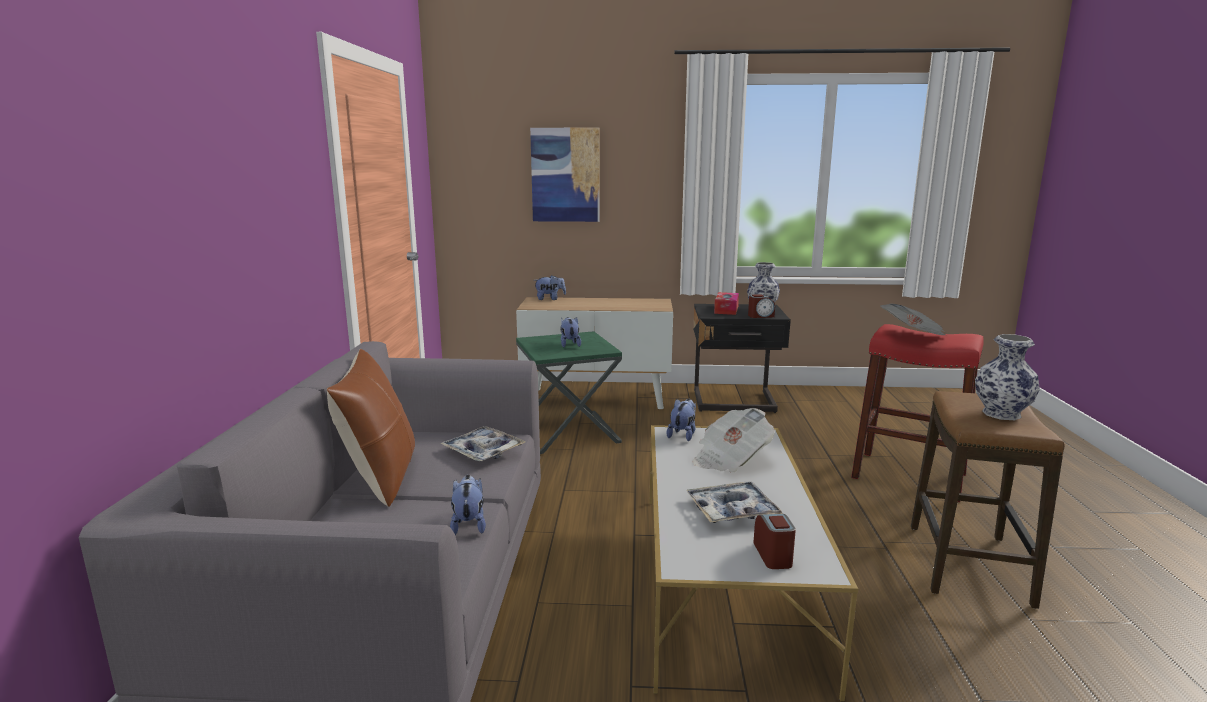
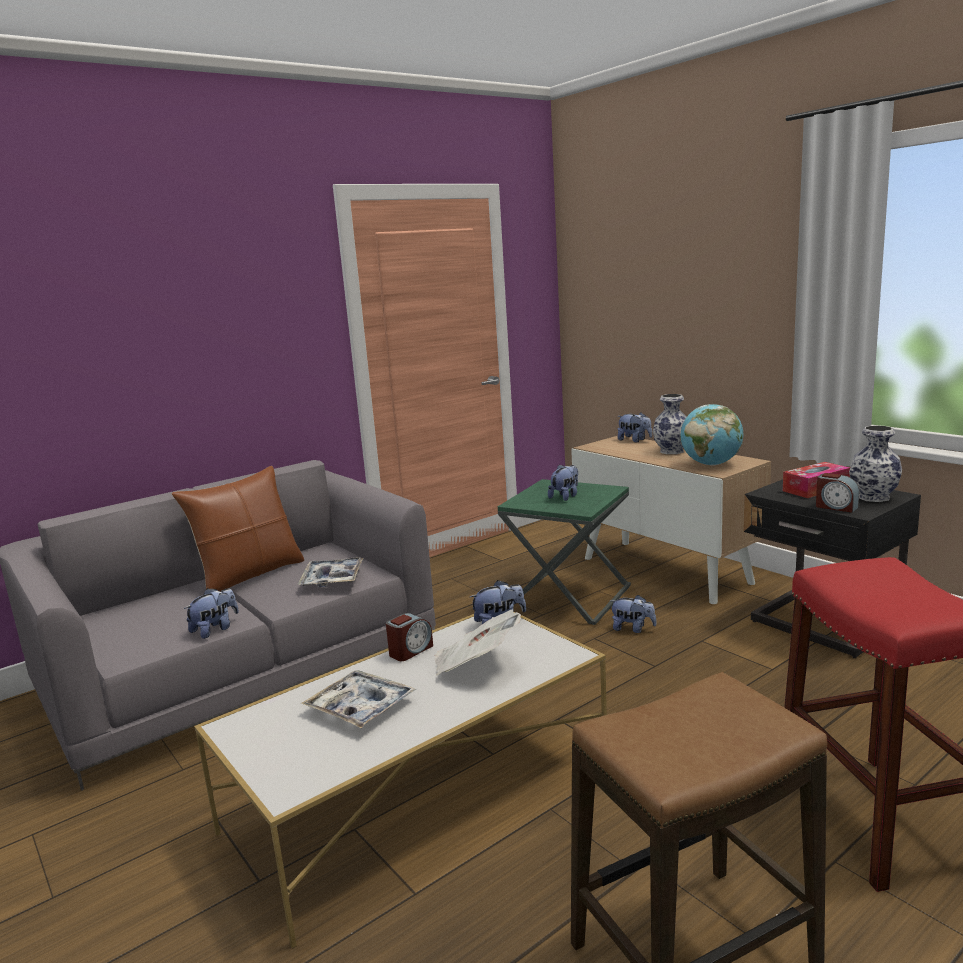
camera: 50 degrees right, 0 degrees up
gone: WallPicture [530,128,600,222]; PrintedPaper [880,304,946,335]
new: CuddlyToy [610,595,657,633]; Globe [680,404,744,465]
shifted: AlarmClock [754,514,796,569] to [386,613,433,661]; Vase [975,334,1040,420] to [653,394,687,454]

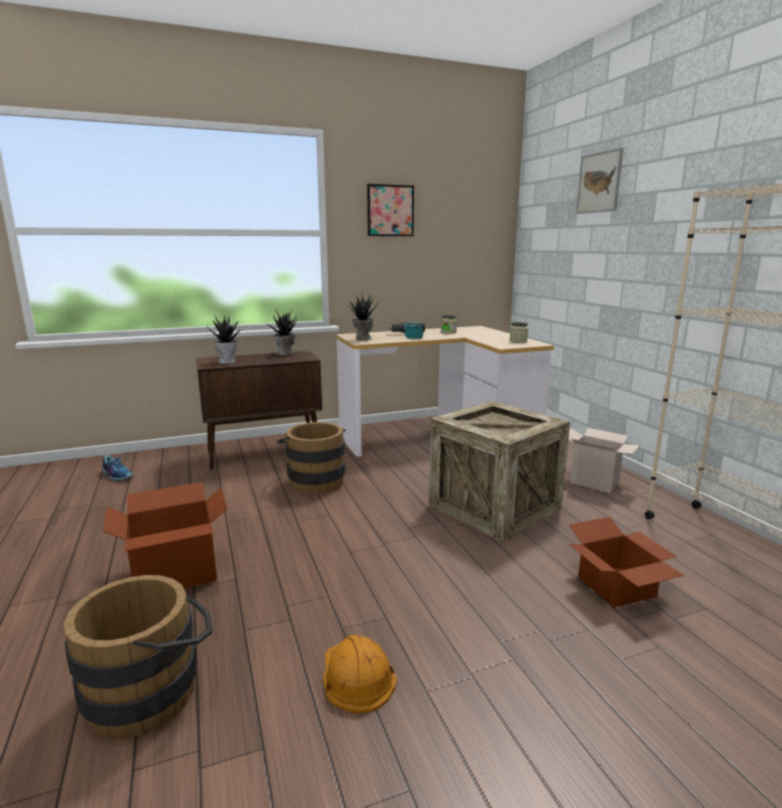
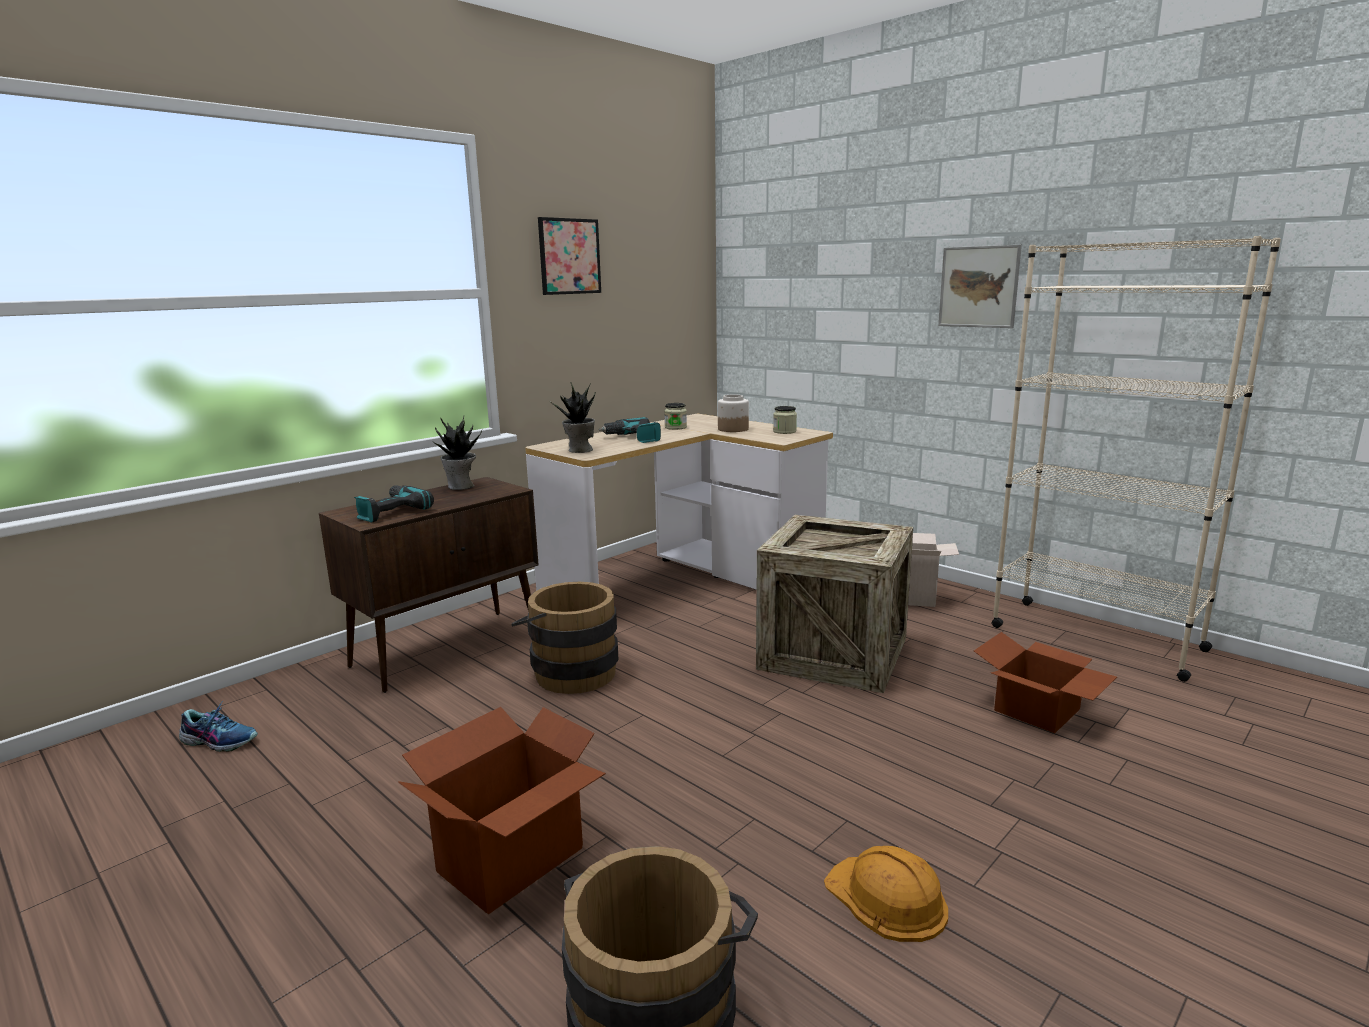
camera: 25 degrees left, 0 degrees up
new: StorageJar [718,394,749,432]
shifted: WallPicture [576,148,624,214] to [938,245,1022,328]
swapped: PlantInAPot [207,314,243,364] to ElectricDrill [354,485,434,523]

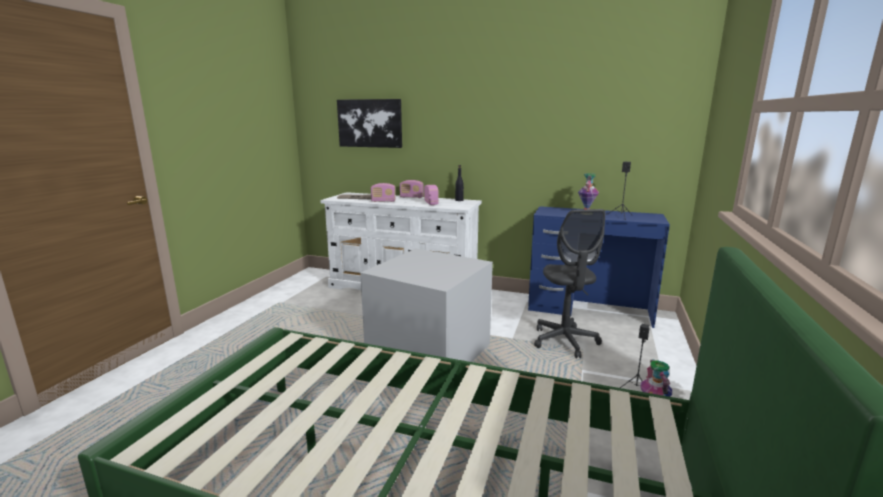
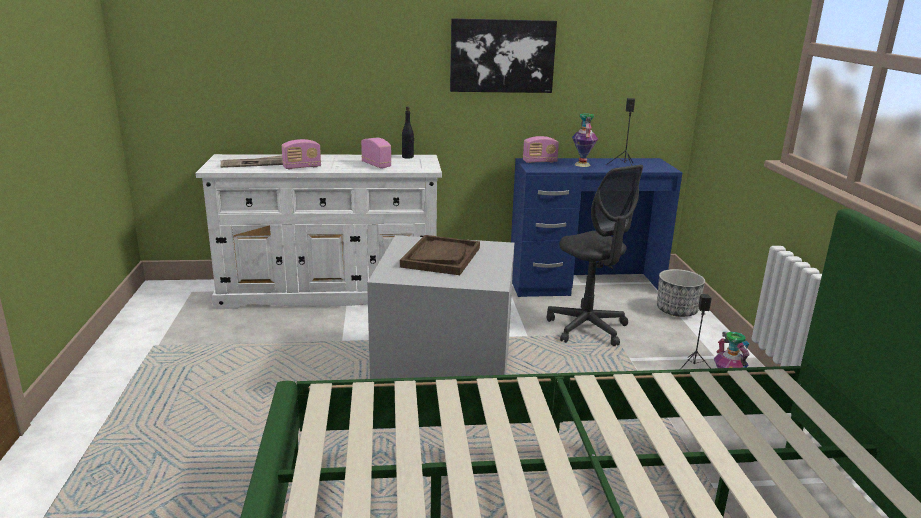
camera: 25 degrees left, 5 degrees up
new: BrownColouredCarryingTray [400,235,480,275]; FlowerPot [657,269,705,317]
shifted: WallPicture [337,99,402,148] to [450,18,557,93]; RadioReceiver [400,180,424,198] to [523,136,559,163]

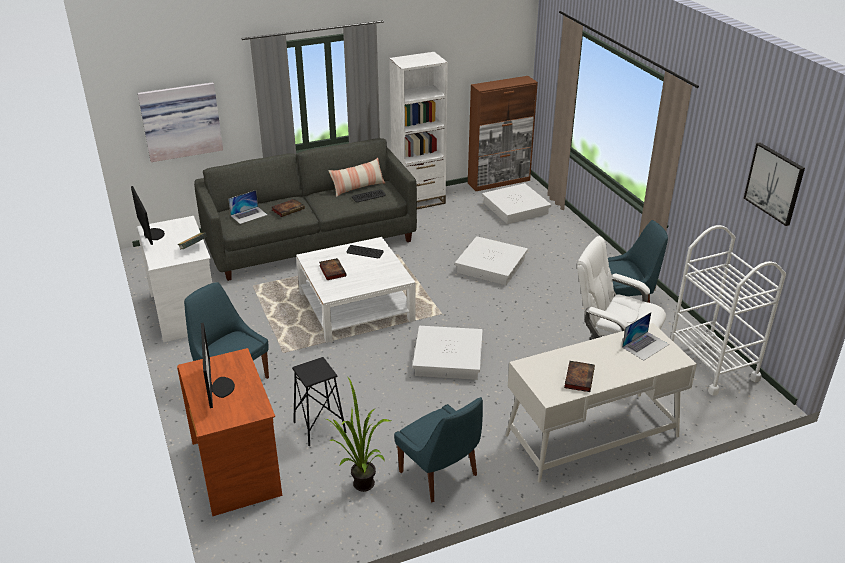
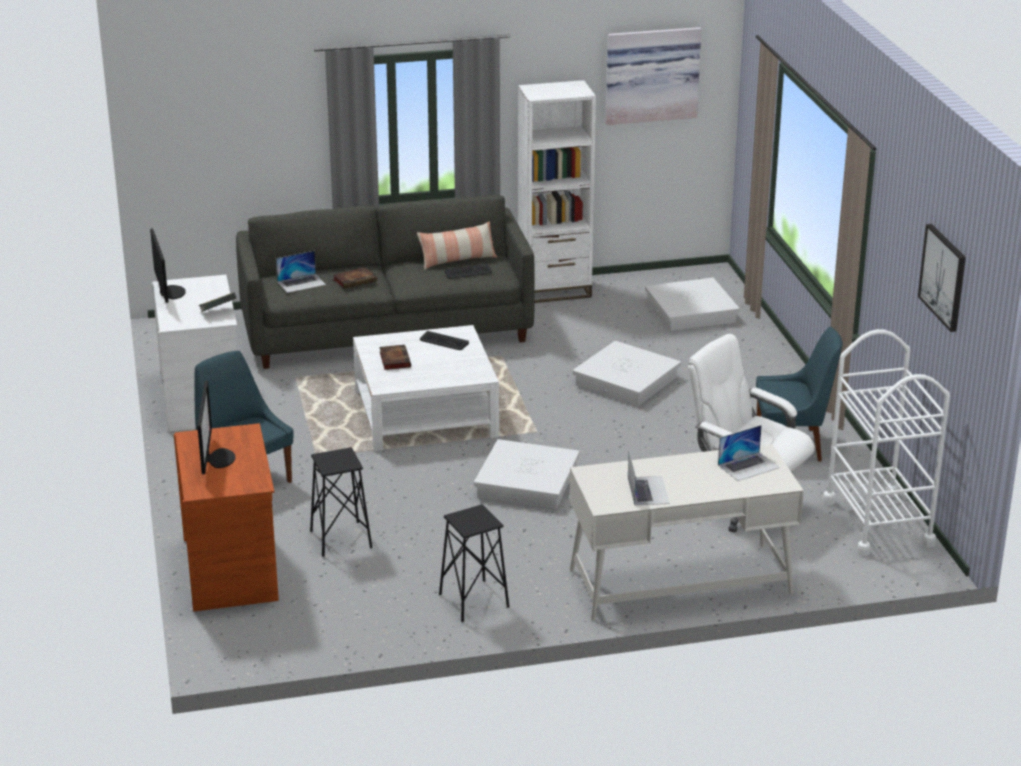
camera: 10 degrees right, 5 degrees down
gone: PlantInAPot [326,376,391,492]; BrownColouredCupboard [468,76,538,191]
shifted: WallPicture [138,82,223,162] to [606,27,701,125]
swapped: BlueChair [394,397,483,502] to BlackStool [439,504,509,622]; Volume [564,361,595,392] to Laptop [628,452,670,505]

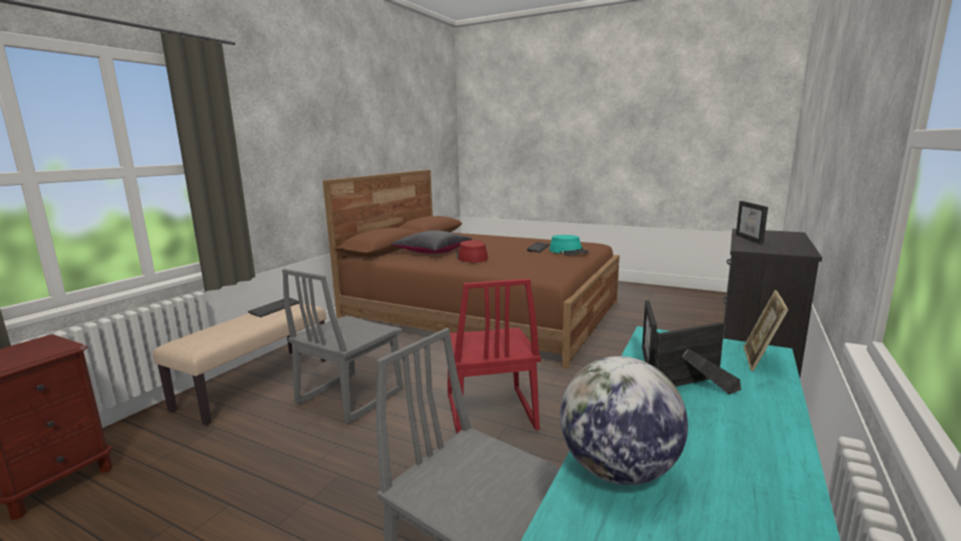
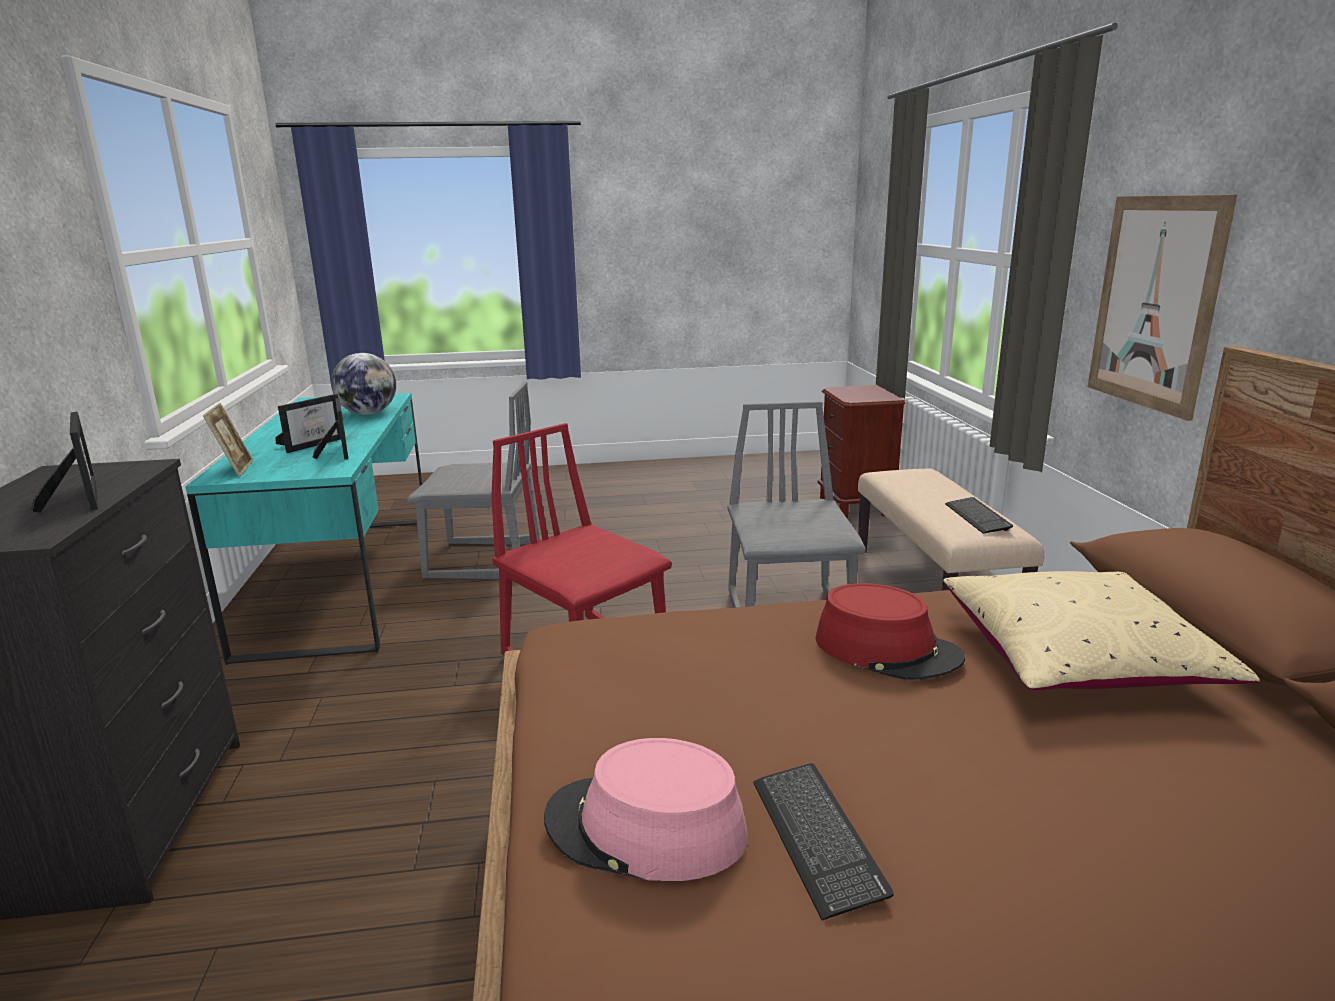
camera: 145 degrees right, 5 degrees up
new: WallPicture [1088,195,1237,421]
repainted: TurquoiseHat [549,235,589,255] to PinkColouredHat [544,738,748,881]; BlackCushion [391,230,472,254] to SandColouredCushion [943,571,1259,690]

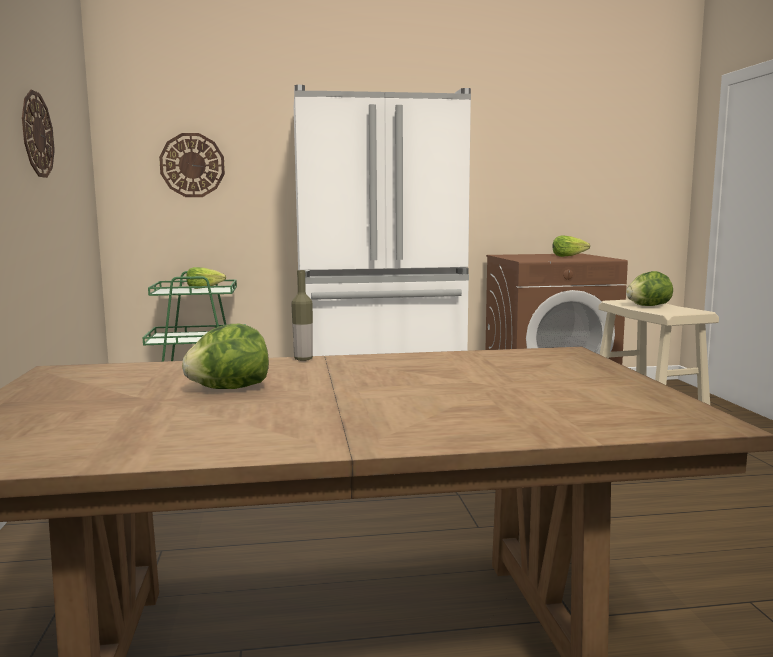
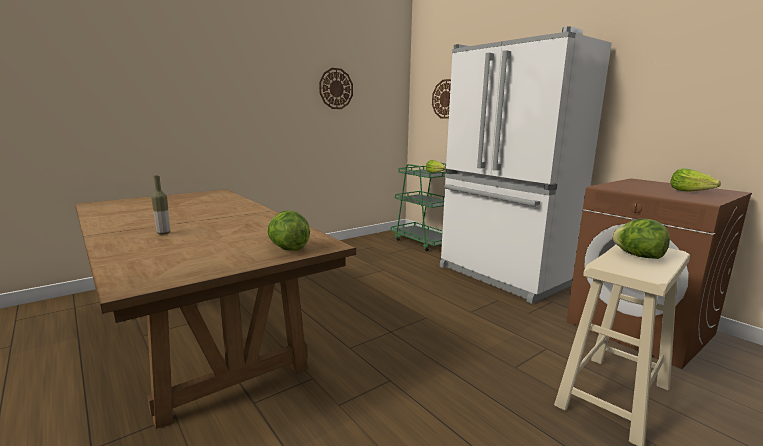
camera: 60 degrees right, 5 degrees up
shifted: BeverageBottle [291,270,313,361] to [151,175,170,235]; LettuceHead [182,324,269,389] to [267,211,310,251]

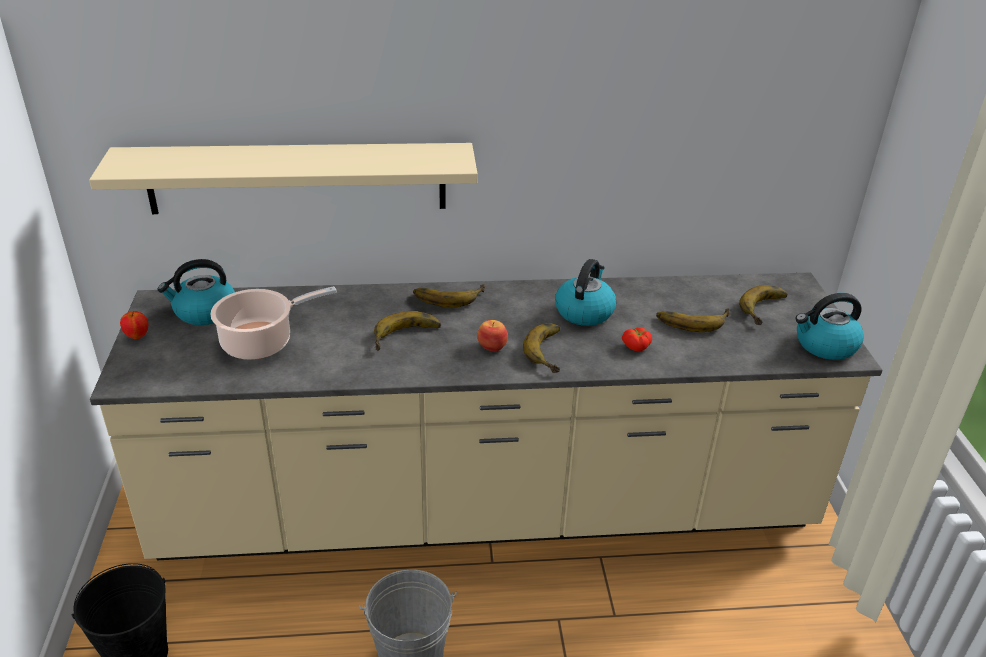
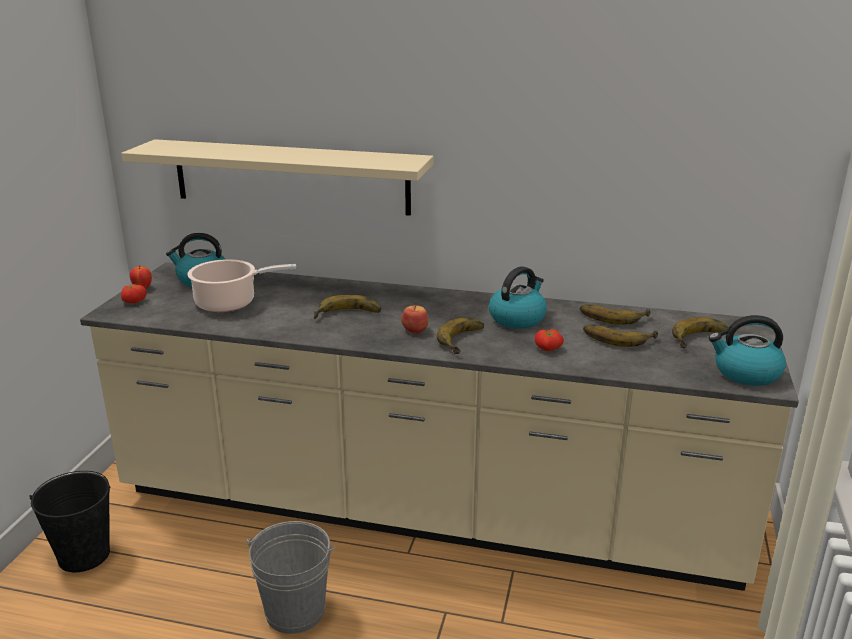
camera: 20 degrees right, 10 degrees down
new: Tomato [121,284,147,303]
shifted: Banana [413,284,485,308] to [580,304,651,325]

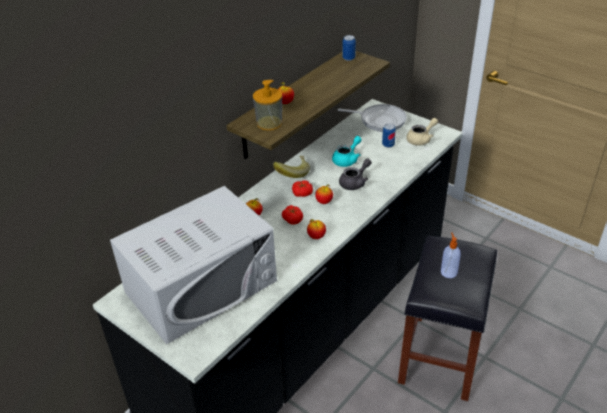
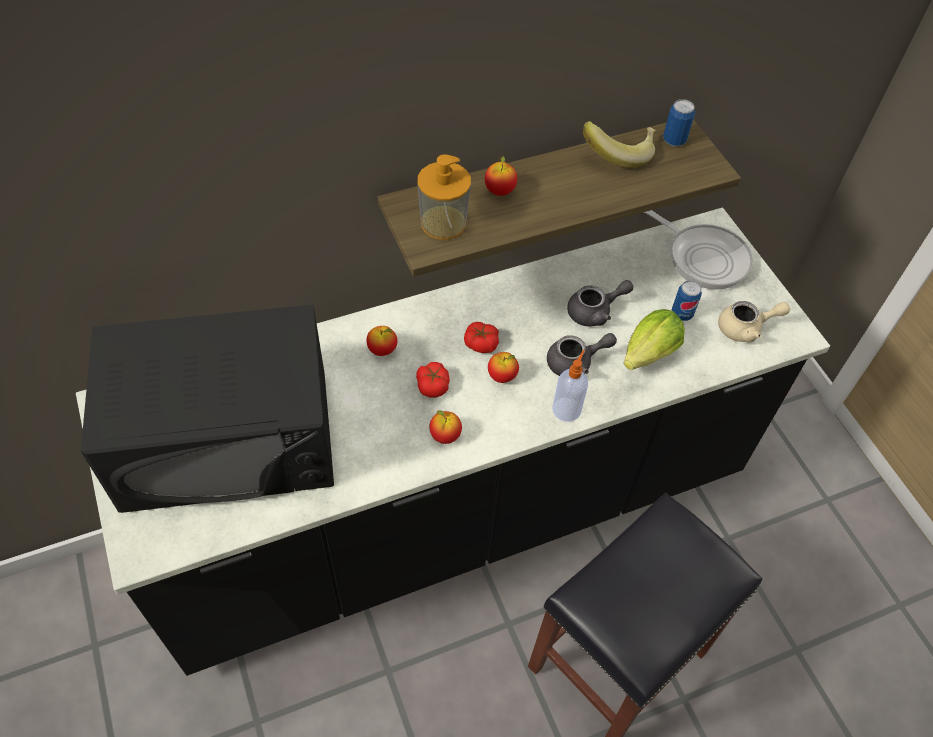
camera: 25 degrees right, 15 degrees up
new: LettuceHead [624,309,685,370]
shifted: SoapDispenser [441,232,461,278] to [552,350,588,422]; Banana [273,156,310,178] to [583,121,656,168]
repainted: WhiteColouredMicrowave [110,186,277,344] to BlackMicrowave [81,305,334,513]; TurquoiseTeapot [332,136,362,167] to GrayTeapot [567,280,633,327]

